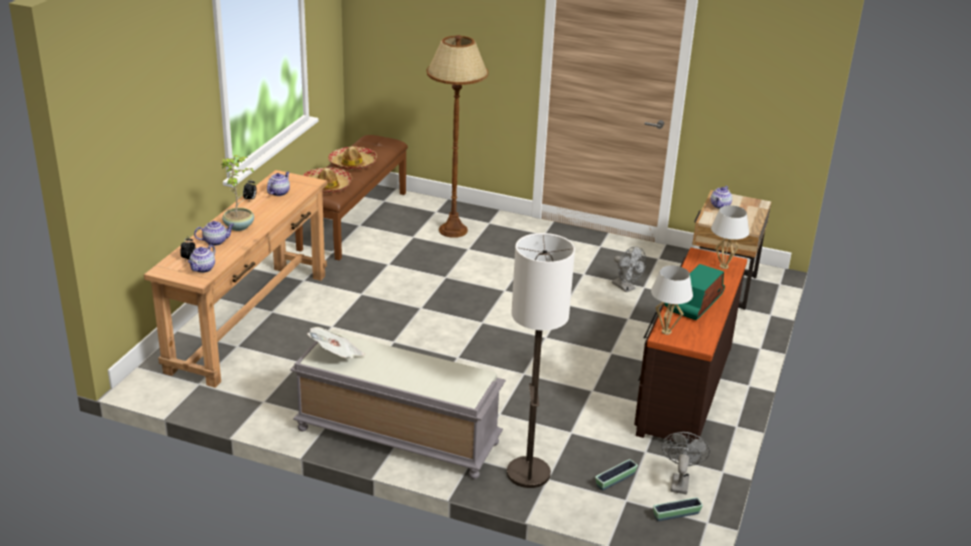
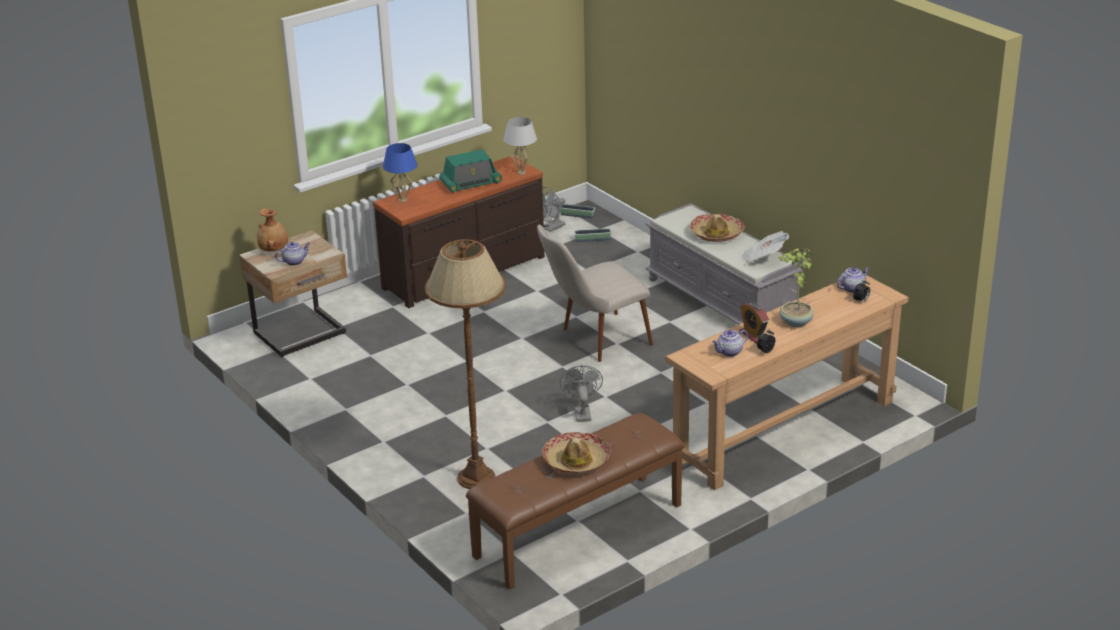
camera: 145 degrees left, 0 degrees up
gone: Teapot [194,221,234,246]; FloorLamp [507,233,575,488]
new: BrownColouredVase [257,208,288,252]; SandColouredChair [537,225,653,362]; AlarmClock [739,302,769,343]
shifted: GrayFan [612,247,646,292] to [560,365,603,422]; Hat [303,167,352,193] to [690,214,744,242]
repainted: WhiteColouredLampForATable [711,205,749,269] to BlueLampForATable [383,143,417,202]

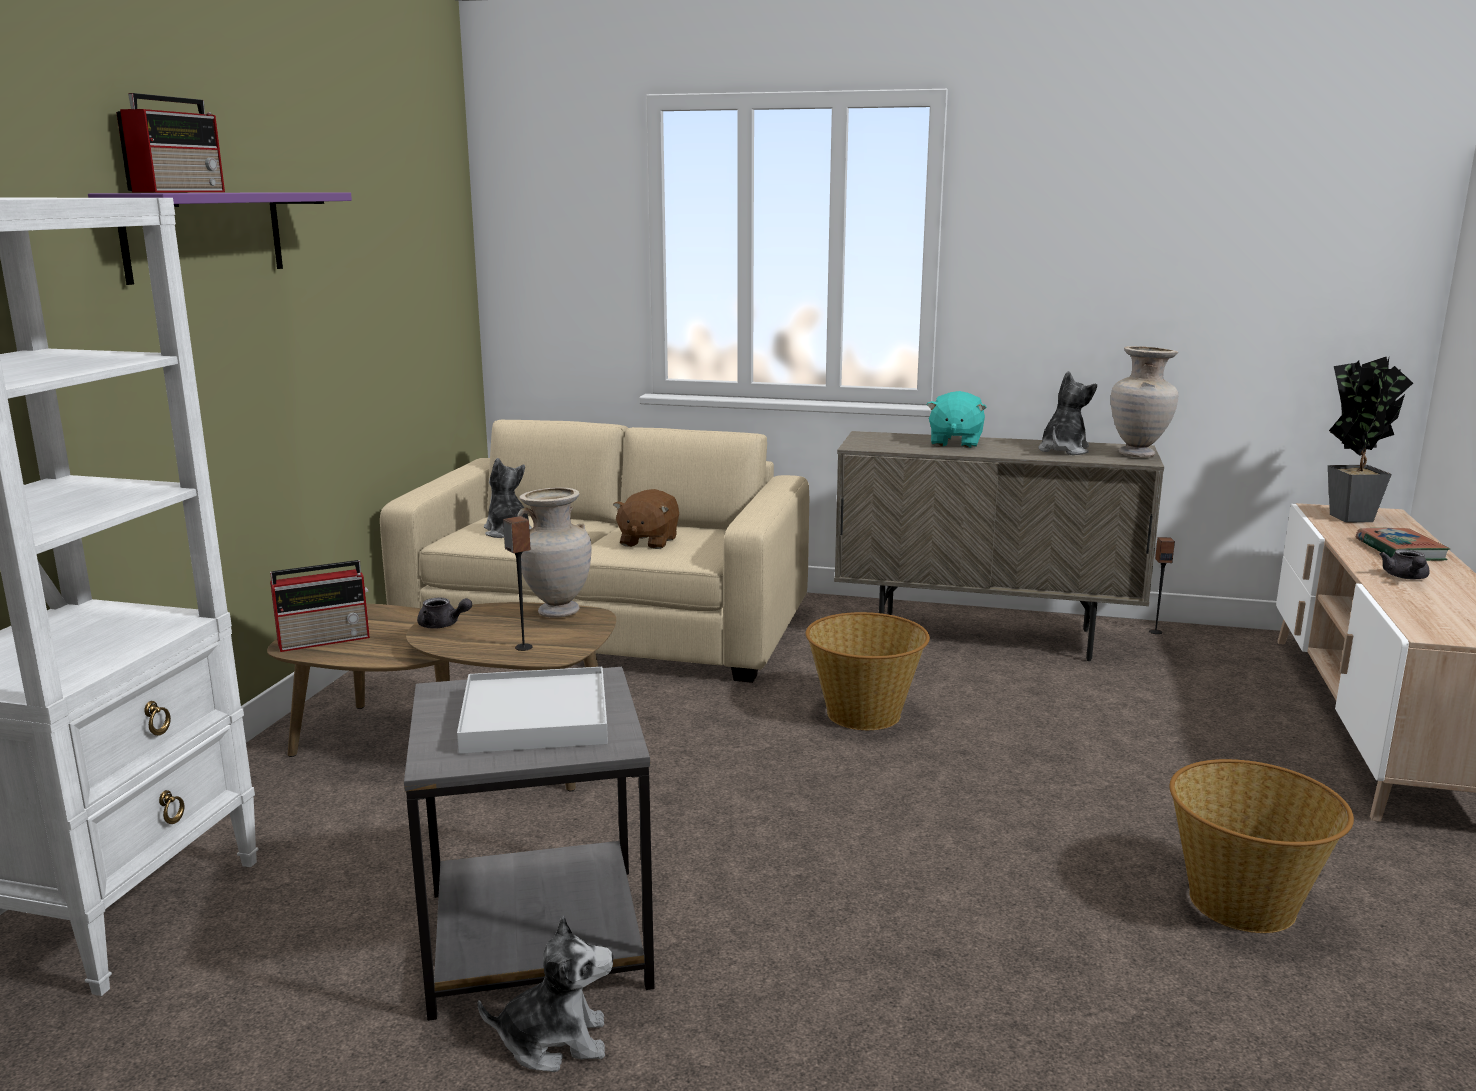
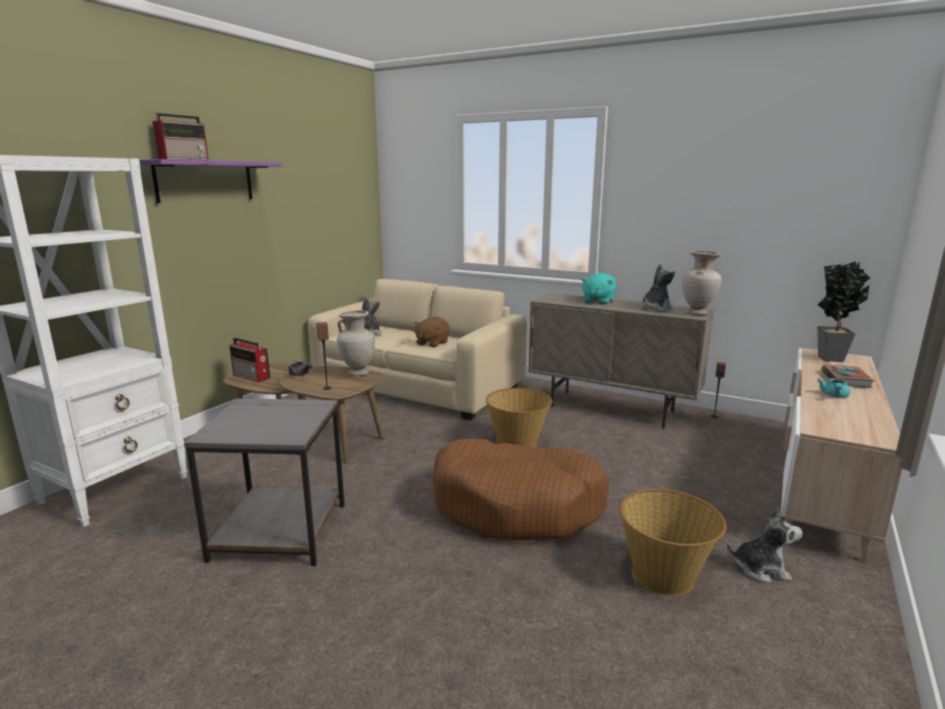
camera: 15 degrees right, 0 degrees up
gone: WhiteColouredCarryingTray [457,667,608,754]
new: BrownColouredDogBed [433,439,609,540]
shifted: CuddlyToy [477,916,613,1072] to [727,508,803,583]
repainted: GrayTeapot [1379,549,1430,579] to TurquoiseTeapot [818,378,850,397]
rotated: RadioReceiver [270,560,370,652] = [229,338,270,383] 45 degrees clockwise

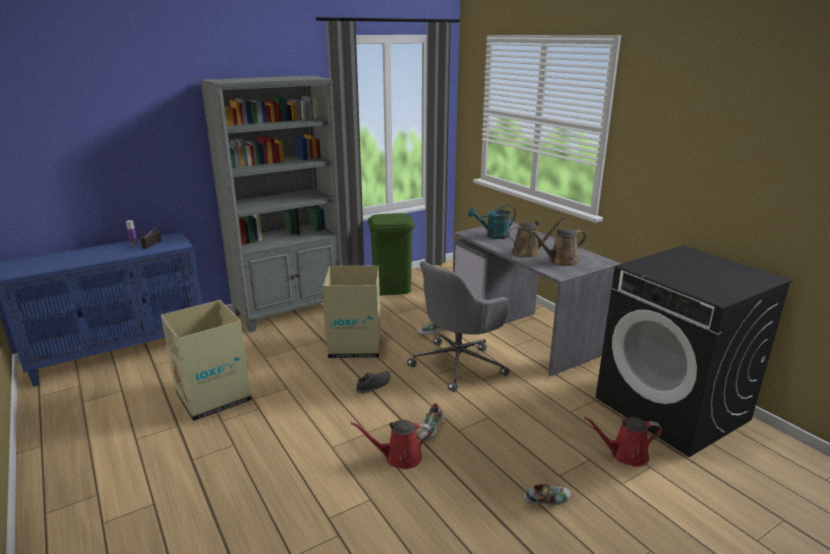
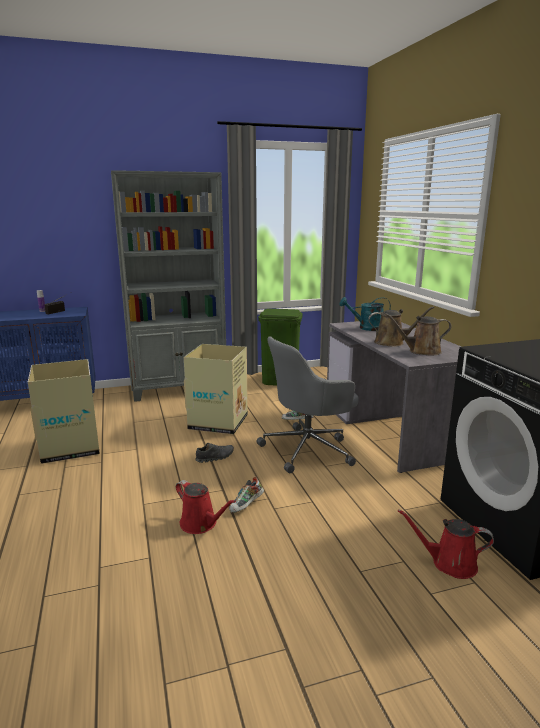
camera: 15 degrees right, 5 degrees down
gone: ItemOfFootwear [524,484,571,505]
rotated: RedColouredWateringCan [351,420,431,469] = [176,480,236,534] 150 degrees counterclockwise

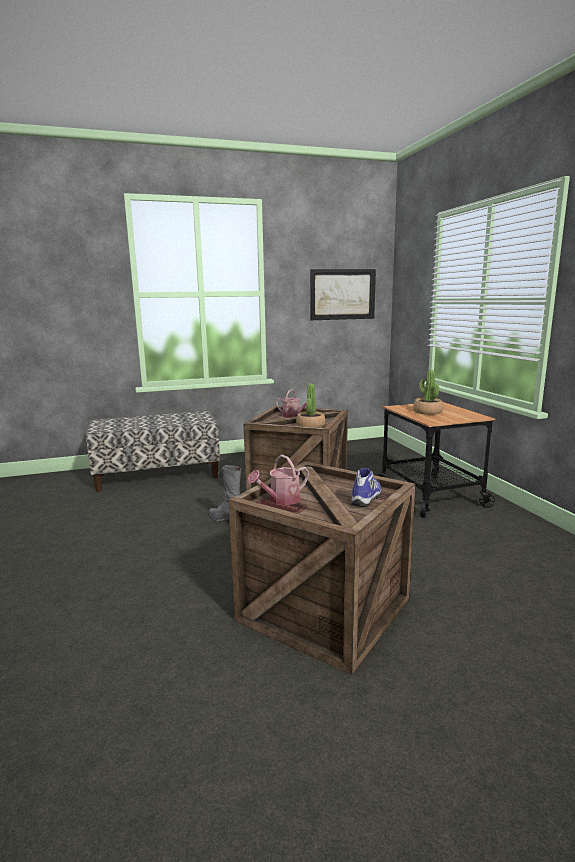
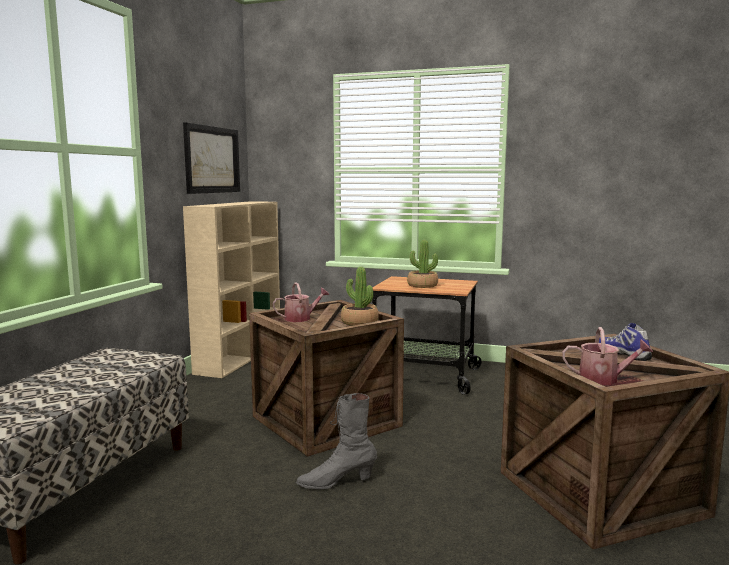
camera: 55 degrees left, 5 degrees down
new: SandColouredBookcase [183,201,280,378]
rotated: WateringCan [247,455,309,506] = [562,327,653,385] 75 degrees counterclockwise

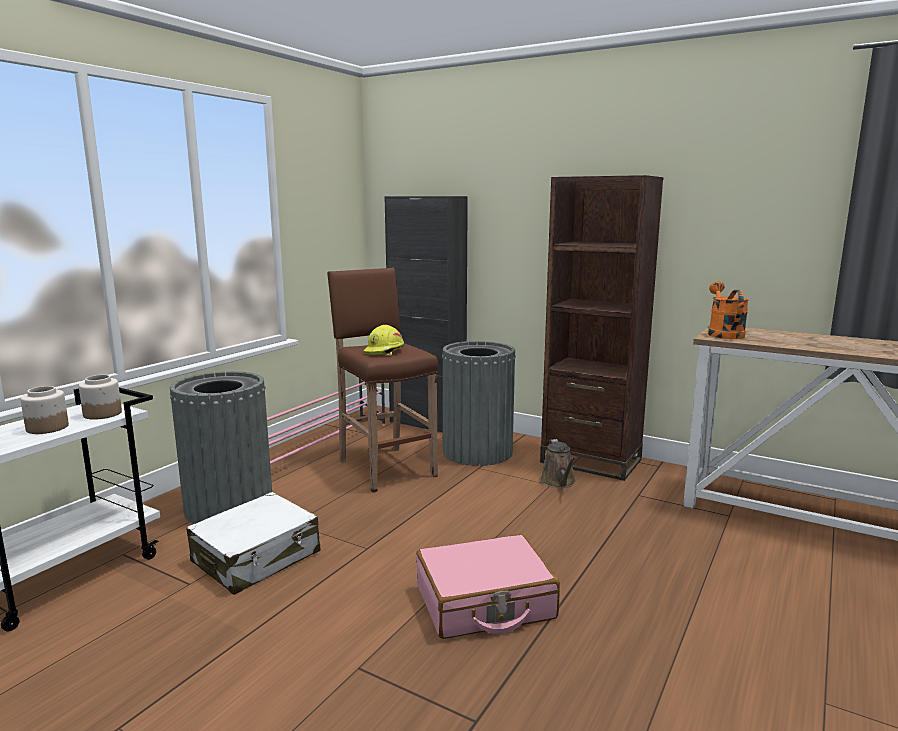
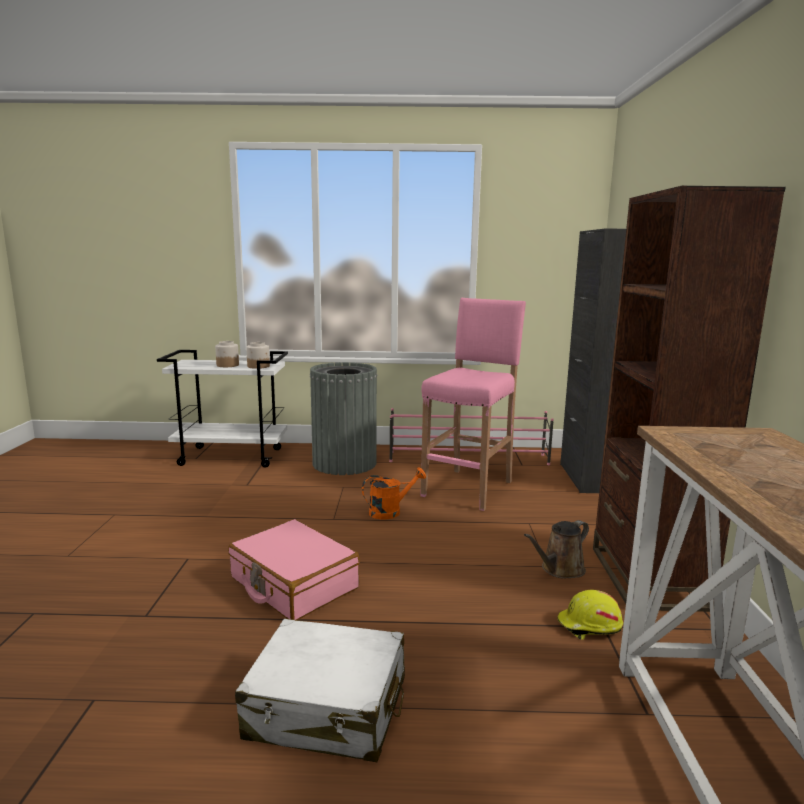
camera: 60 degrees right, 0 degrees up
gone: GrayRubbishBin [442,341,516,466]
shifted: WhiteColouredTravelCase [186,492,320,595] to [235,619,405,762]; OrangeWateringCan [708,282,749,339] to [362,468,426,520]; YellowHardHat [363,325,404,355] to [558,590,623,640]
repainted: BrownColouredStool [327,268,438,492] to PinkColouredStool [420,298,526,511]

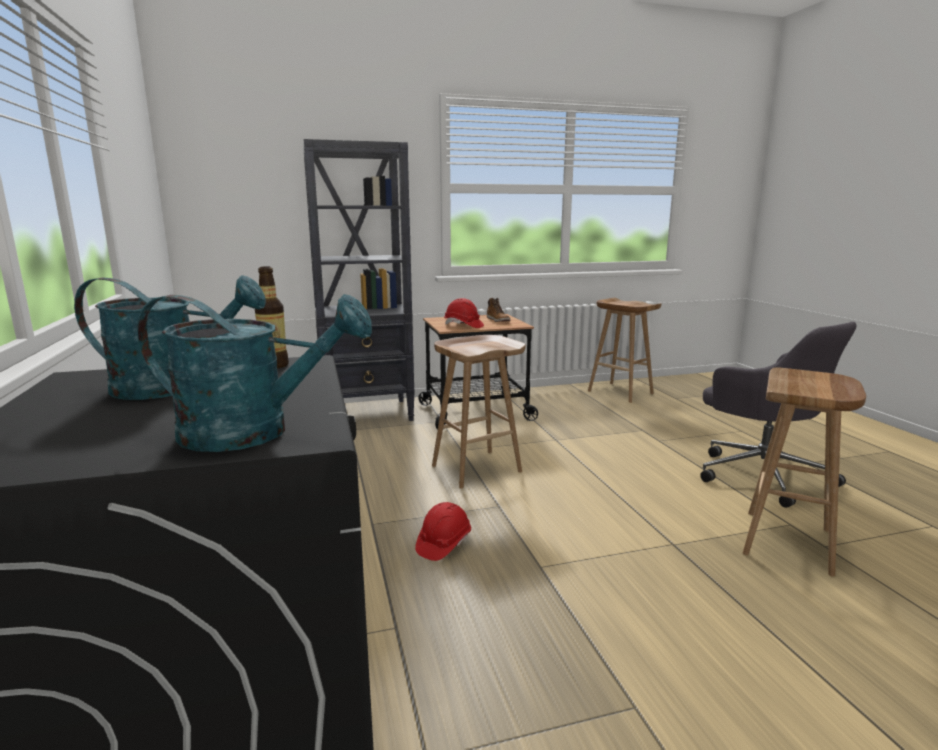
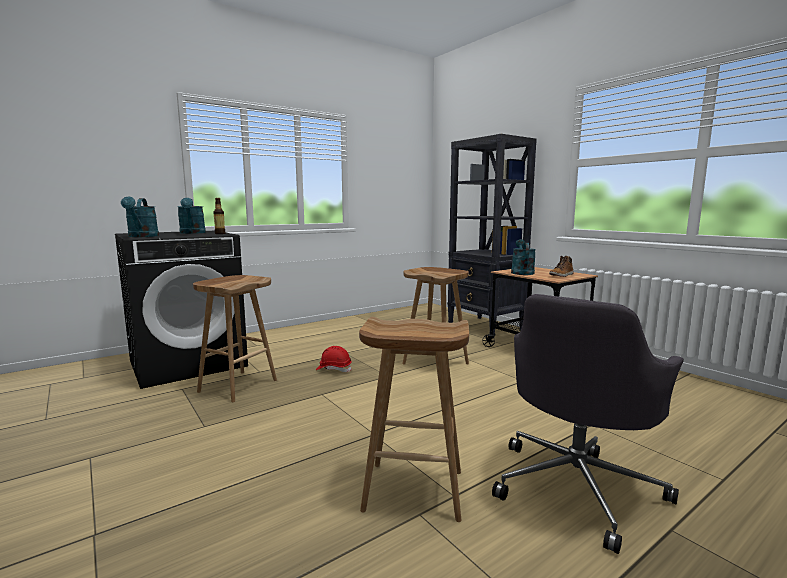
camera: 70 degrees right, 5 degrees down
shifted: BrownColouredStool [588,298,661,403] to [193,275,277,402]
swapped: RedColouredHardHat [444,298,484,328] to TurquoiseWateringCan [511,239,536,275]

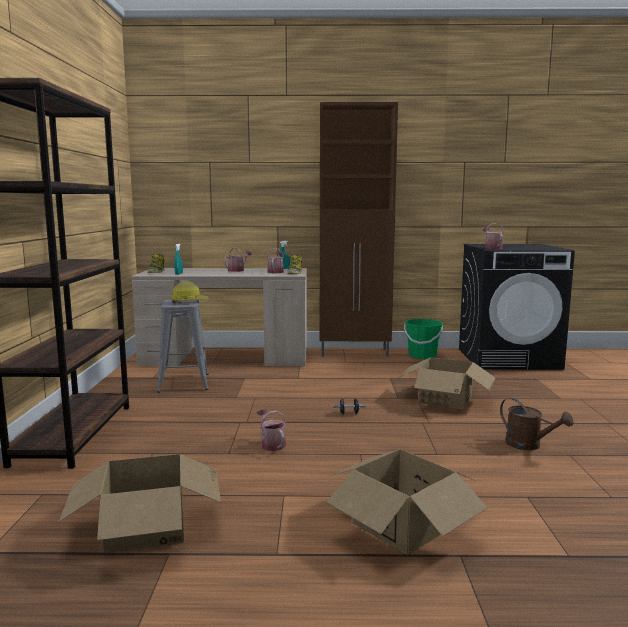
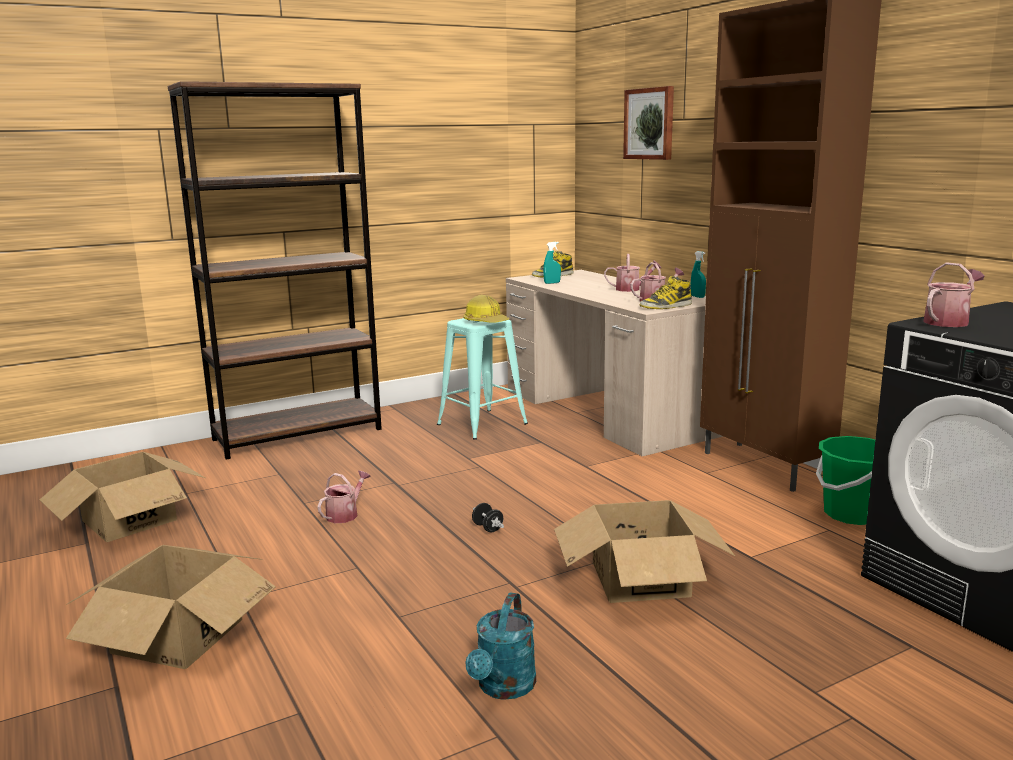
camera: 60 degrees right, 5 degrees up
new: WallPicture [623,86,674,160]
repainted: GrayStool [157,300,208,393] to TurquoiseStool [437,318,528,440]; BrownColouredWateringCan [500,398,573,450] to TurquoiseWateringCan [466,593,536,700]

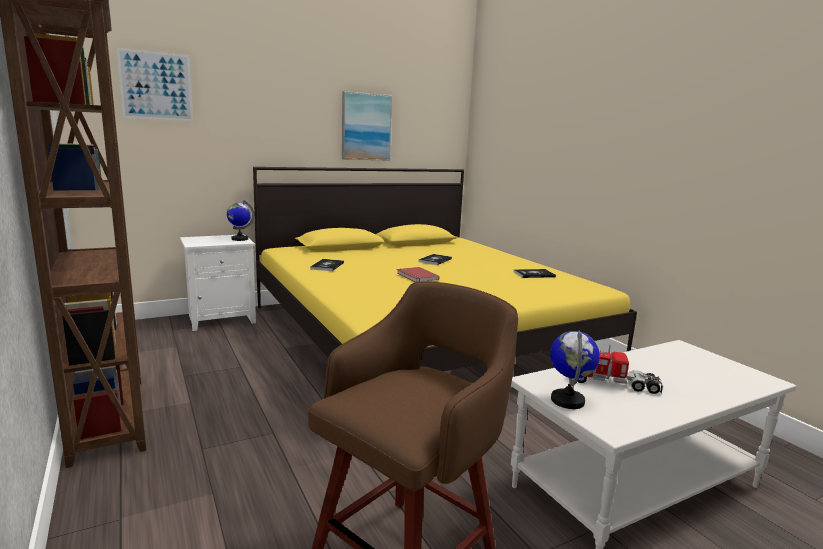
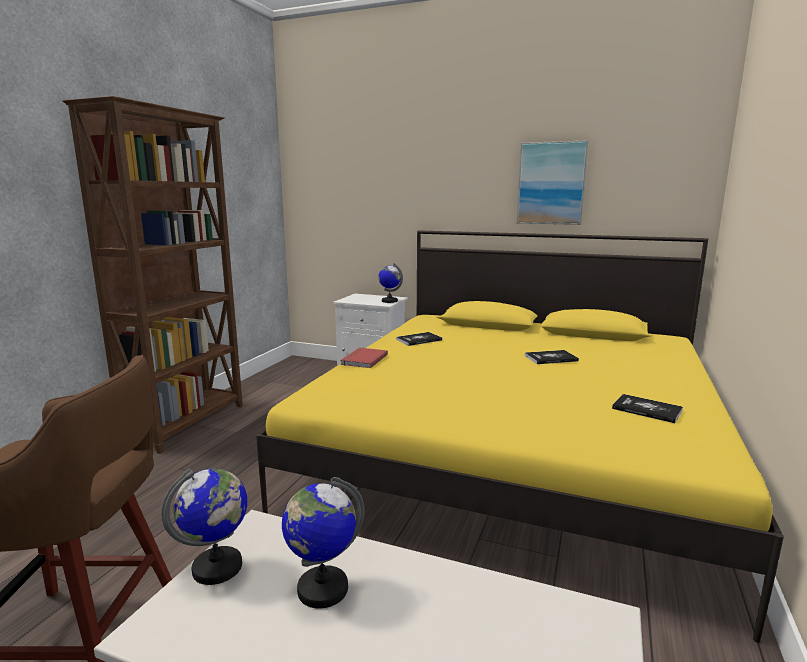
camera: 50 degrees right, 0 degrees up
gone: WallPicture [117,48,193,121]
shifted: RedColouredVolume [397,267,440,282] to [340,348,388,368]
swapped: ToyTruck [577,345,663,394] to Globe [282,477,365,609]

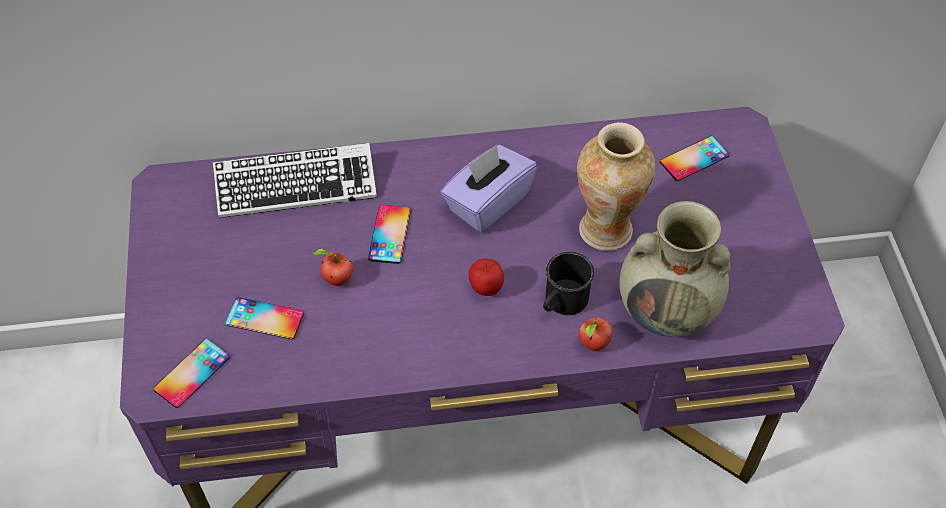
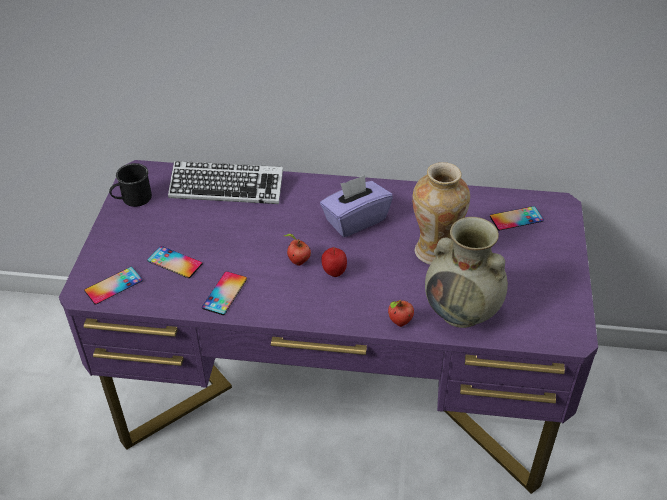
camera: 15 degrees right, 10 degrees down
shifted: BlackMug [543,252,595,315] to [109,163,152,207]; Telephone [368,205,411,264] to [202,271,247,315]; Apple [313,248,353,286] to [284,234,311,266]

